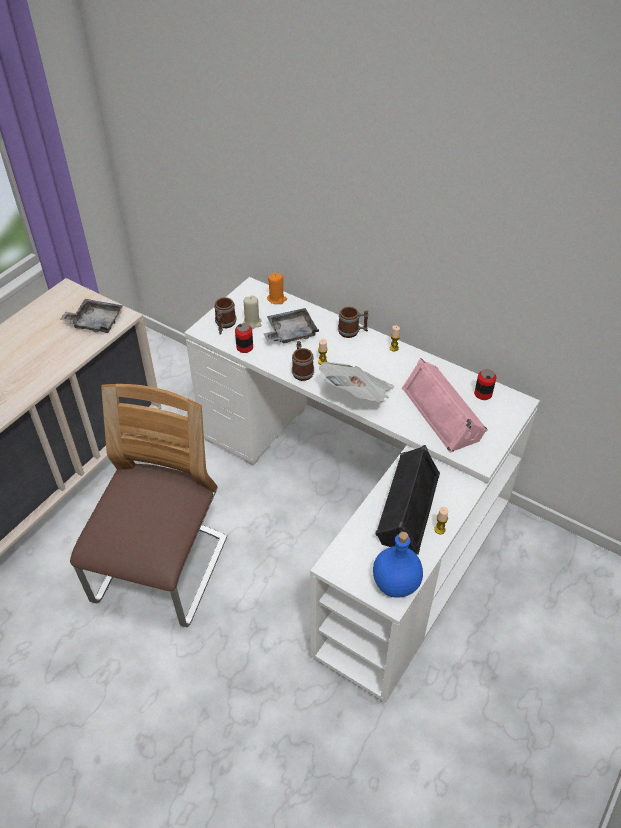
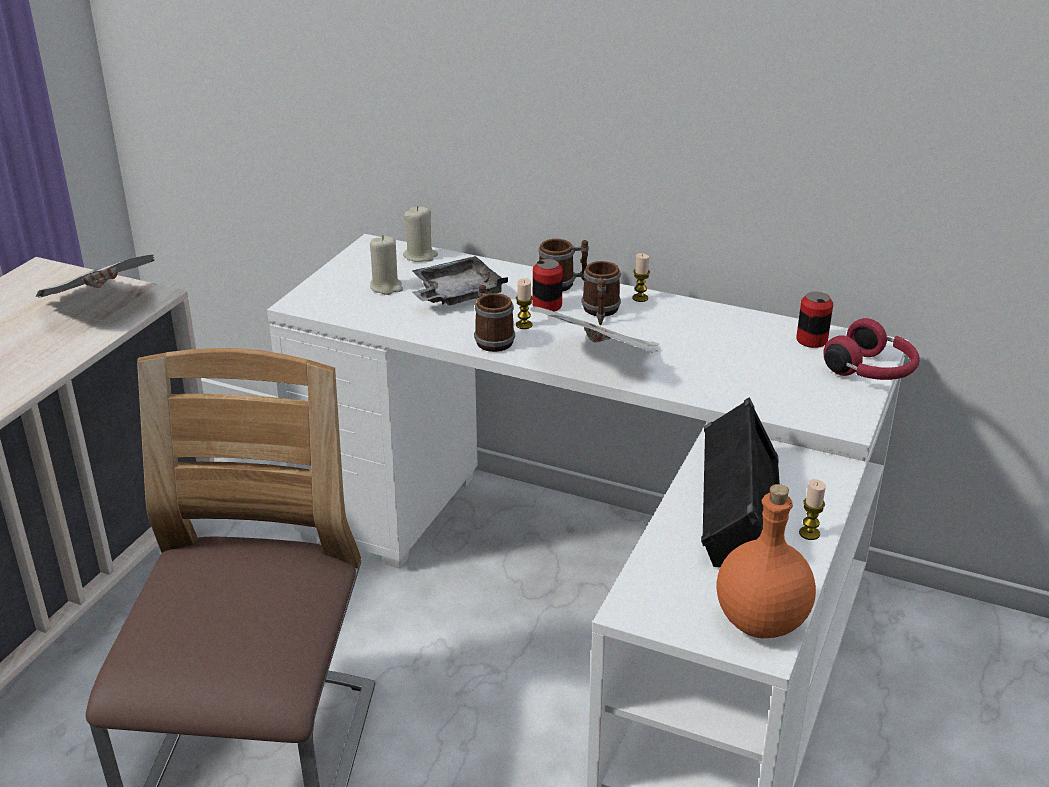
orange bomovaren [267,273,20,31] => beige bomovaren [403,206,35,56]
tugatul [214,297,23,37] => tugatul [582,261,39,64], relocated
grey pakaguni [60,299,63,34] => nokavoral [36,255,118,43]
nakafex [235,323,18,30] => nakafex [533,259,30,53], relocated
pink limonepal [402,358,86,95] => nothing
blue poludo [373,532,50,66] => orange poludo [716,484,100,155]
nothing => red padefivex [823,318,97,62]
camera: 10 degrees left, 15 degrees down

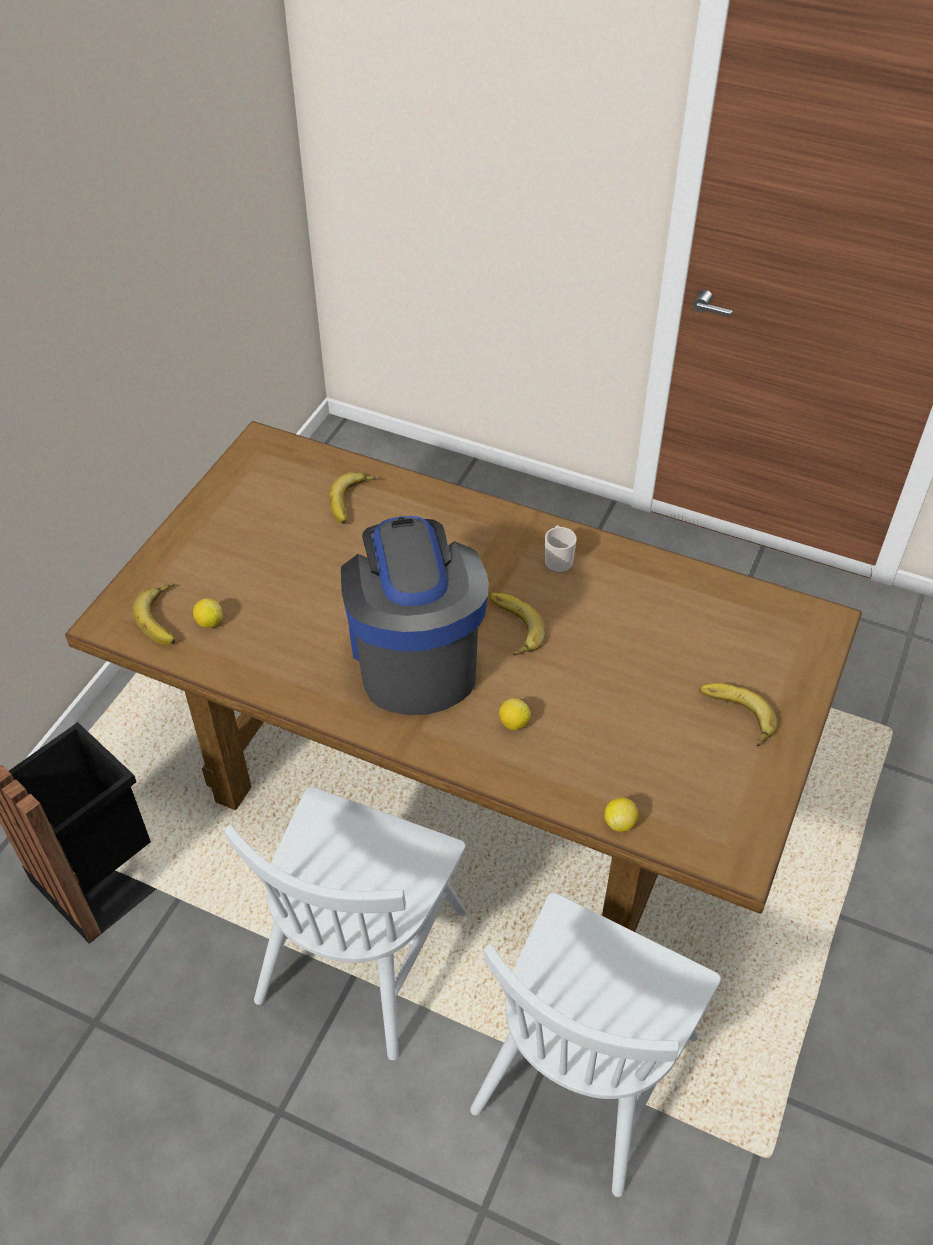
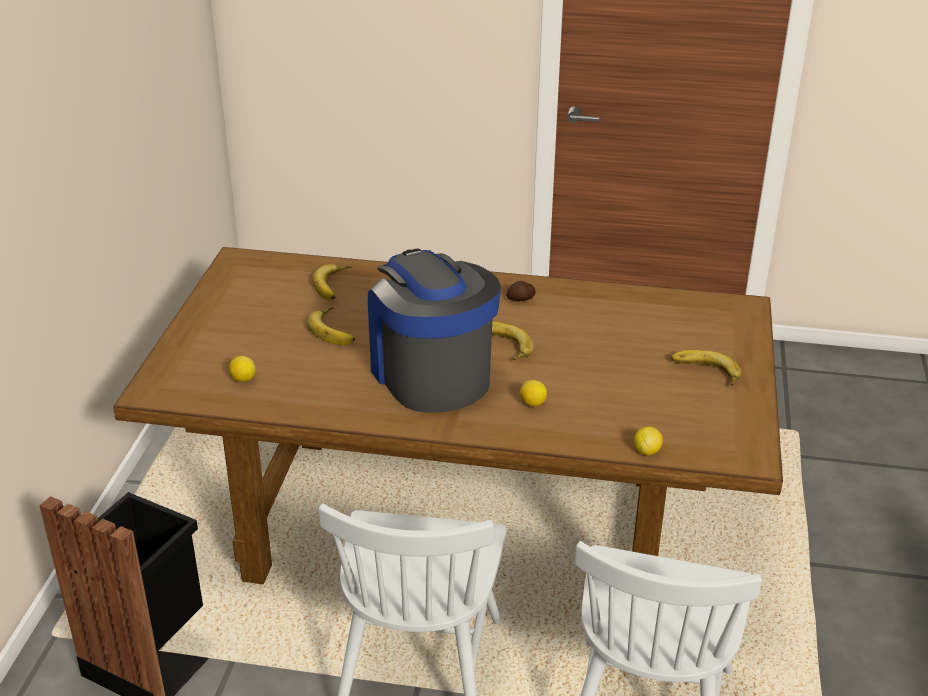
tugatul [545,525,32,48] => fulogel [506,281,30,20]
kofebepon [133,584,43,61] => kofebepon [307,307,48,38], relocated
camera: 15 degrees left, 15 degrees down

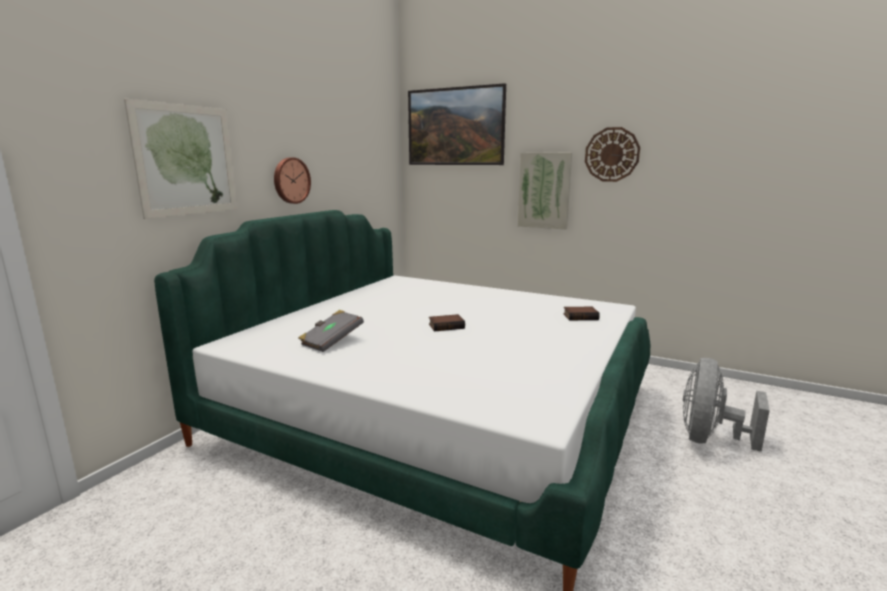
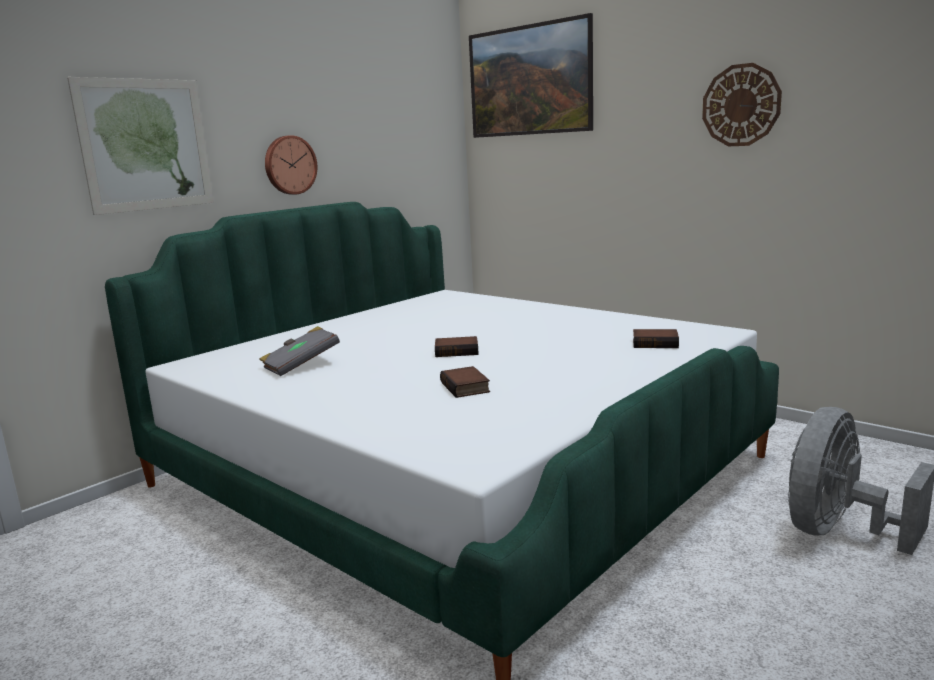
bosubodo [518,153,54,76] => nothing
nothing => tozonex [440,366,50,32]
camera: 15 degrees right, 0 degrees up

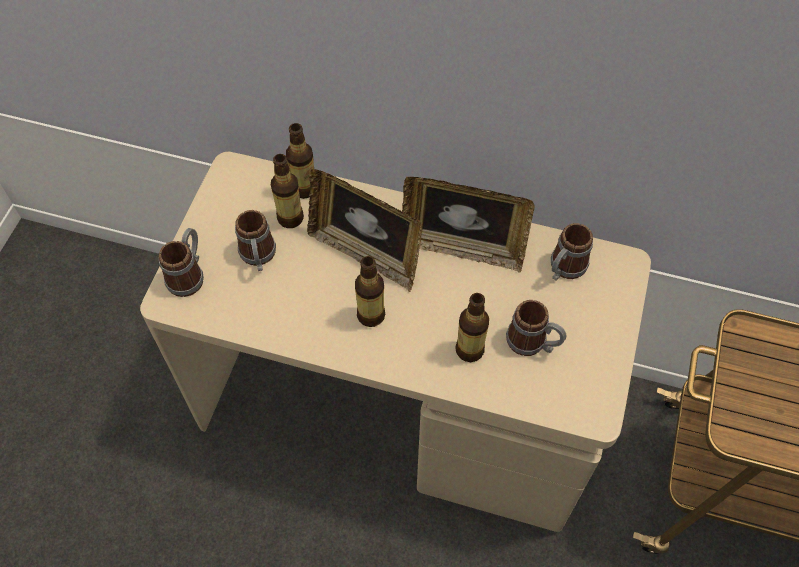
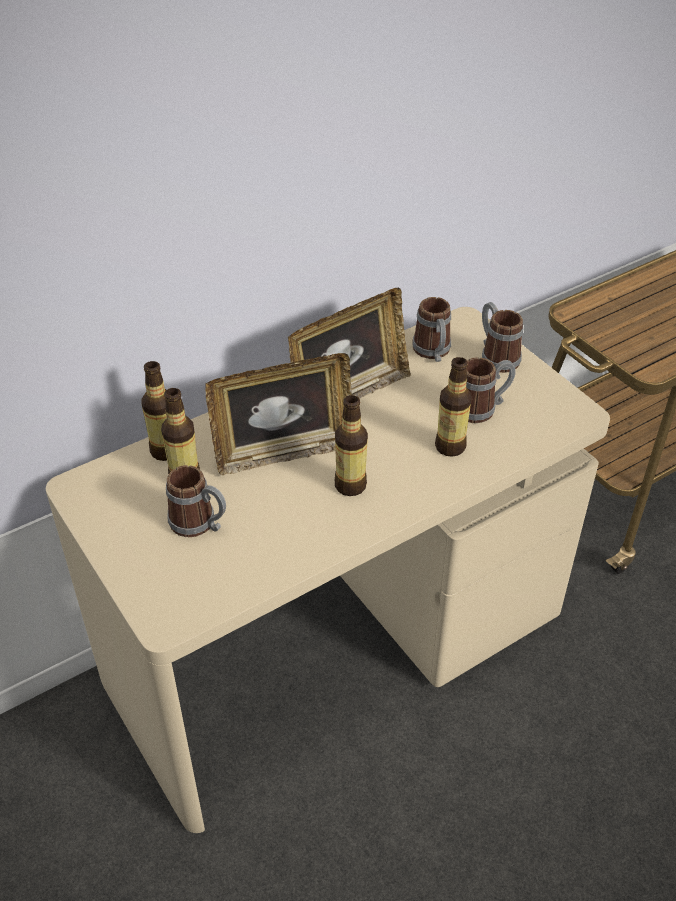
tugatul [159,228,45,69] => tugatul [482,302,41,71], relocated
camera: 50 degrees left, 15 degrees down

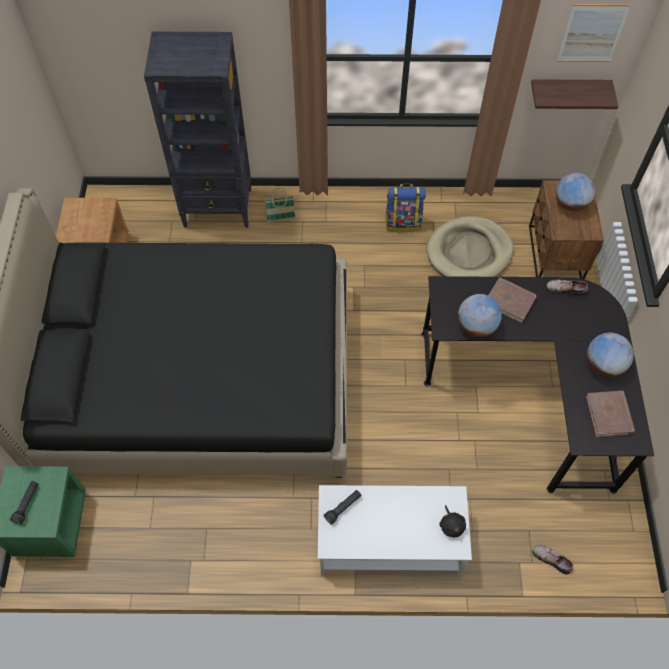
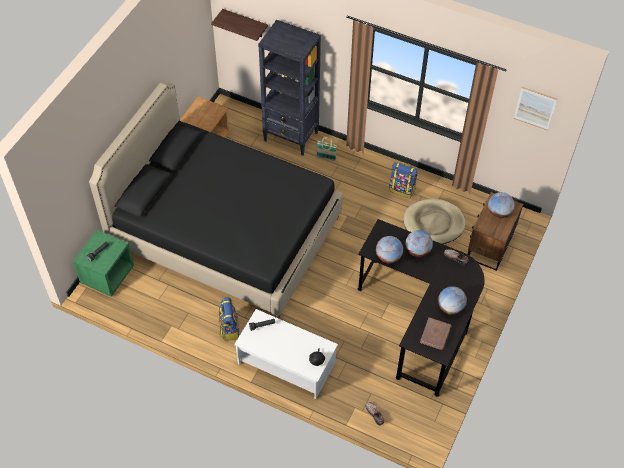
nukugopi [531,79,87,30] => nukugopi [211,9,57,32], relocated
brown tozonex [488,277,48,46] => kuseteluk [405,230,28,27]
nothing => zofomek [219,297,21,44]
camera: 25 degrees right, 5 degrees down

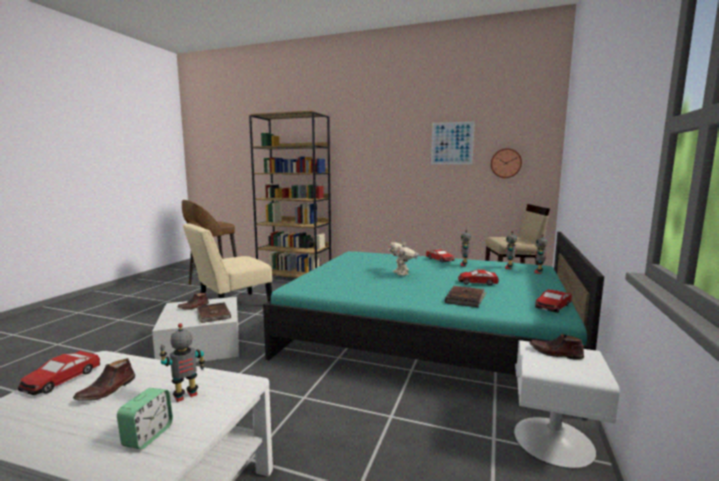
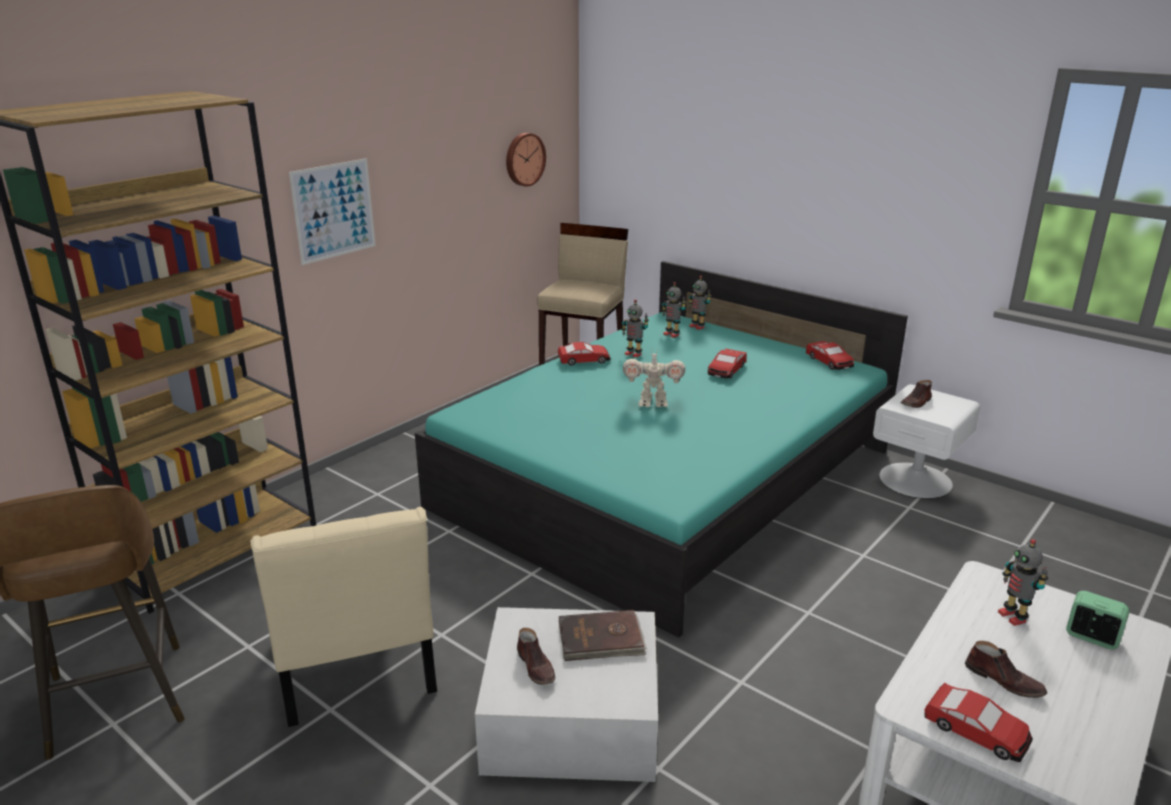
bosubodo [431,121,44,43] => bosubodo [289,159,87,106], relocated
brown tozonex [445,286,41,21] => nothing
camera: 70 degrees left, 15 degrees up

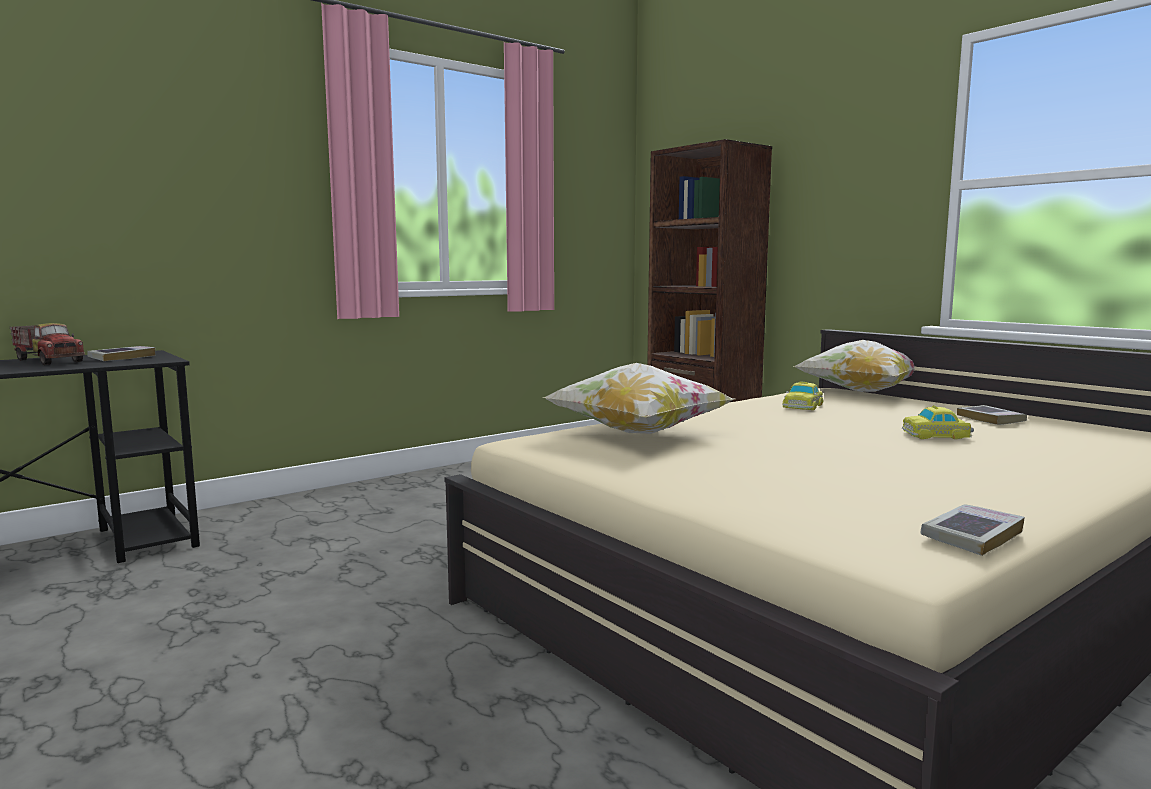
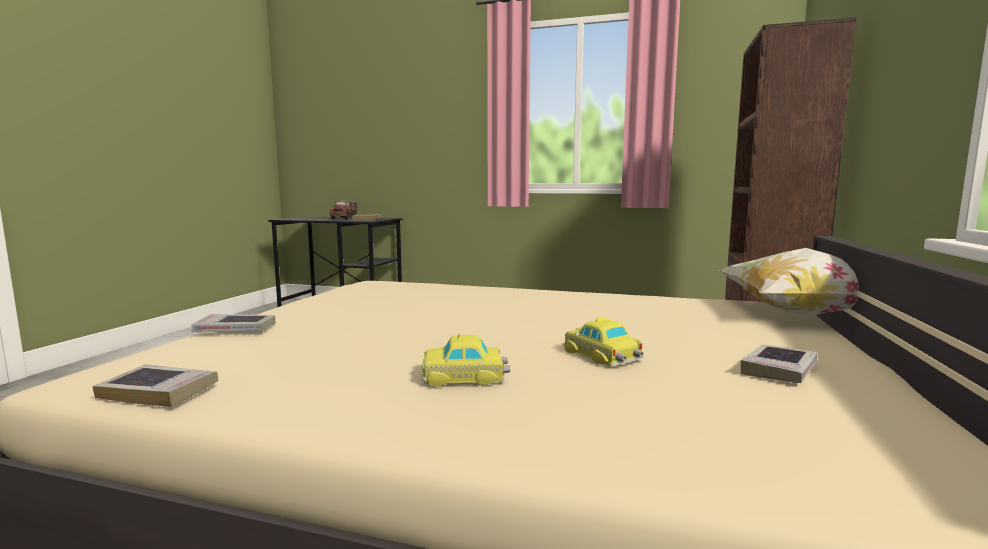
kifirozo [542,363,192,71] => nothing
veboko [783,381,41,29] => veboko [421,334,89,53], relocated
nothing => tozonex [191,314,84,18]
camera: 55 degrees right, 0 degrees up

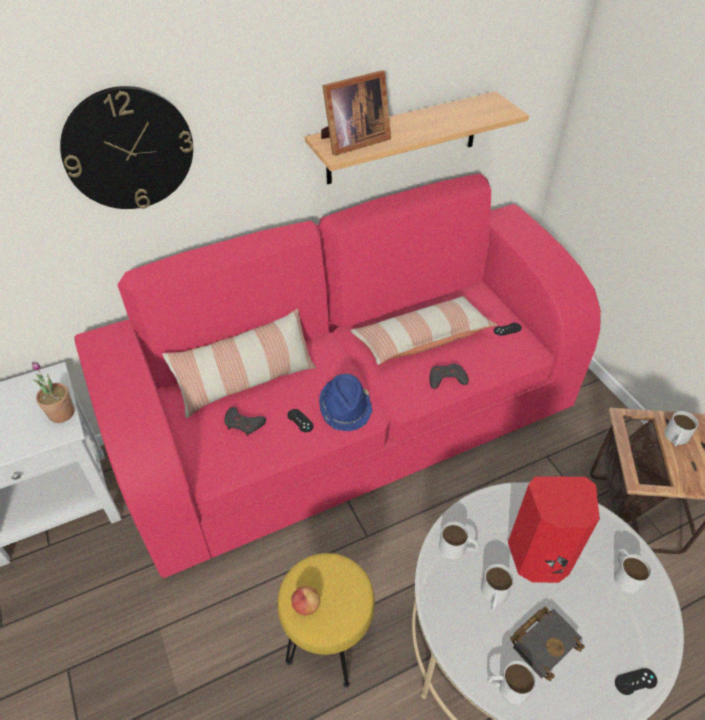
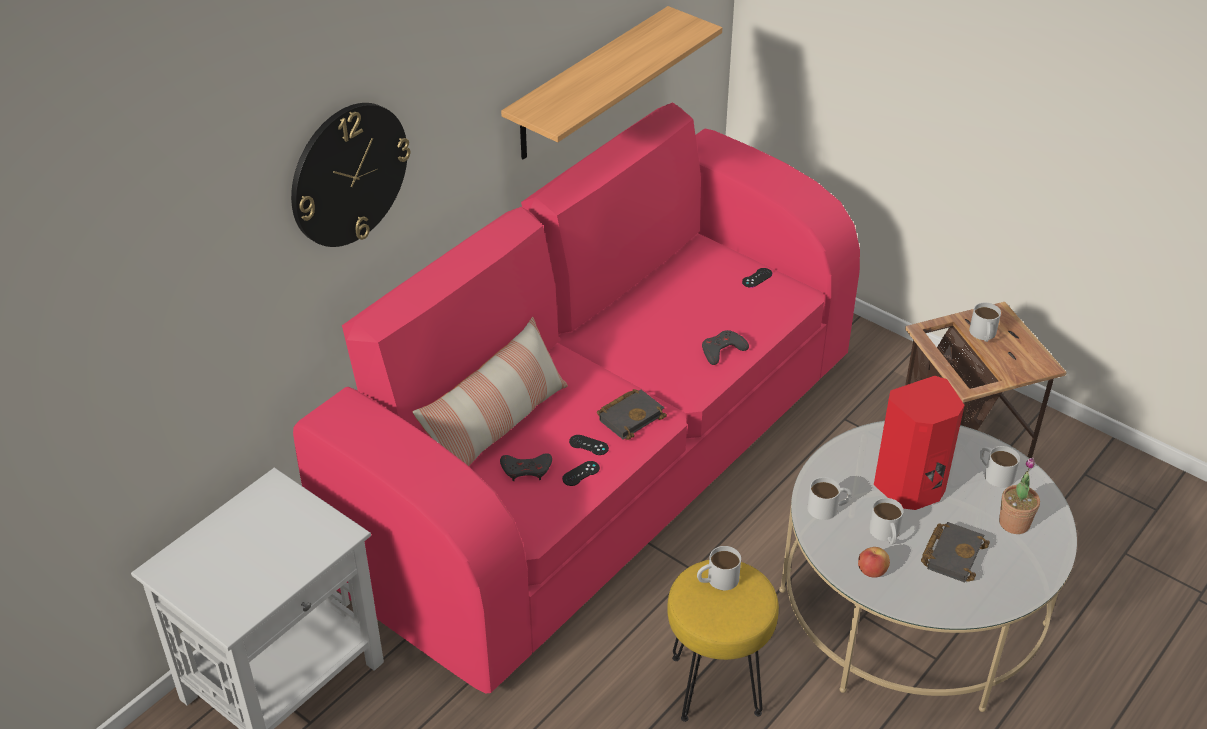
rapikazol [321,70,70,86] => nothing
kifirozo [350,296,147,69] => nothing
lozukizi [32,361,42,62] => lozukizi [999,457,41,77], relocated
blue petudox [319,374,54,57] => black tozonex [597,389,70,51]
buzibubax [291,586,29,29] => buzibubax [858,547,32,31], relocated
white tugatul [487,661,49,43] => white tugatul [697,546,44,44], relocated
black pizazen [615,668,42,27] => black pizazen [562,461,38,25], relocated
camera: 25 degrees left, 5 degrees down

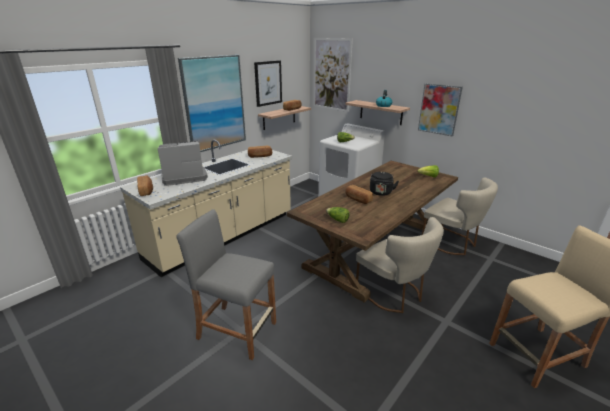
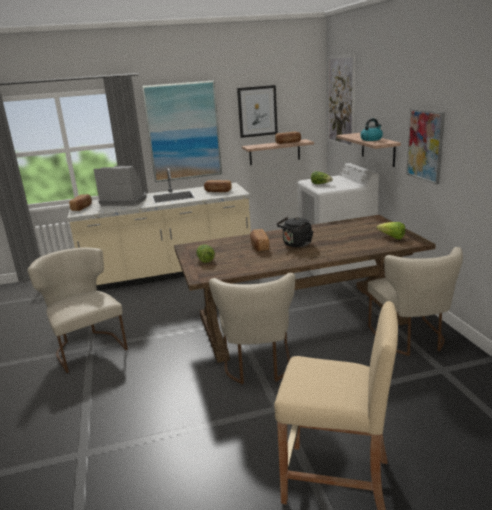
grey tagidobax [176,209,100,151] => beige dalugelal [27,247,101,126]
camera: 35 degrees right, 5 degrees down

